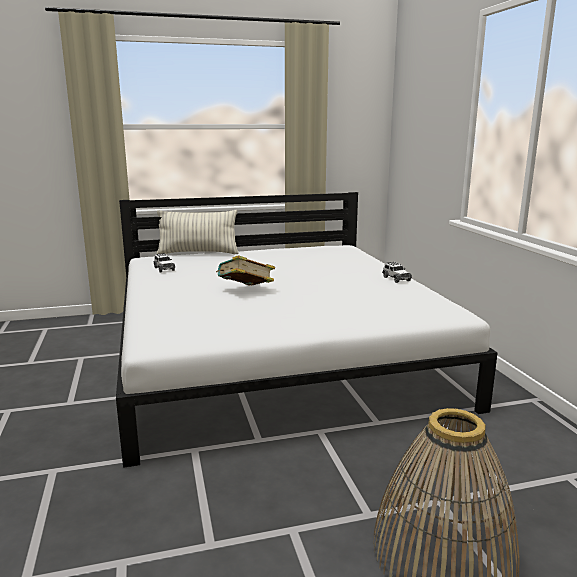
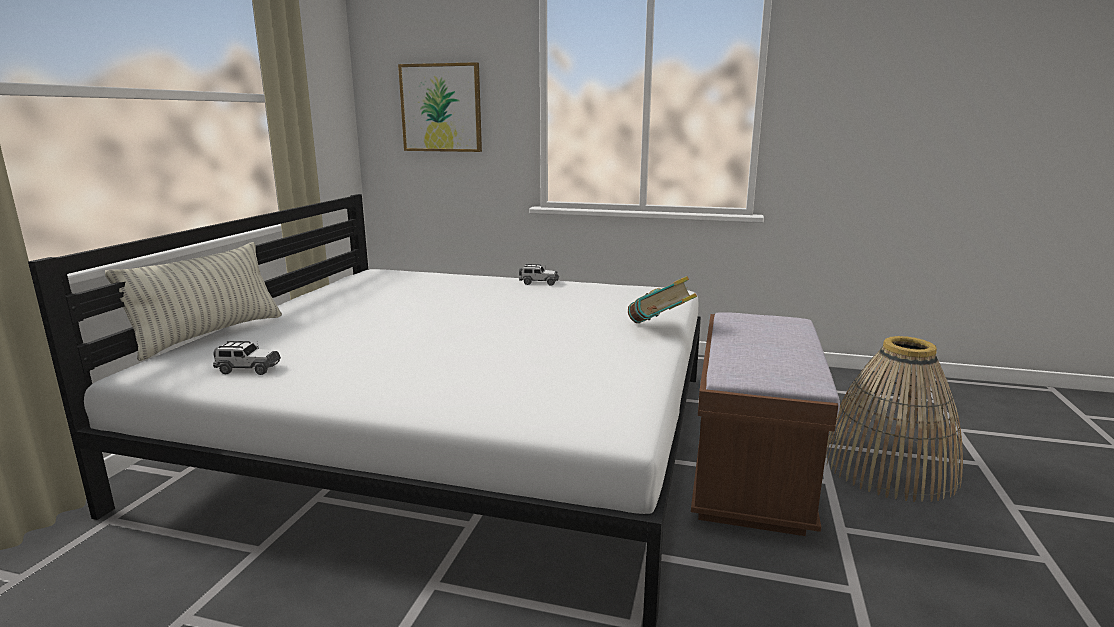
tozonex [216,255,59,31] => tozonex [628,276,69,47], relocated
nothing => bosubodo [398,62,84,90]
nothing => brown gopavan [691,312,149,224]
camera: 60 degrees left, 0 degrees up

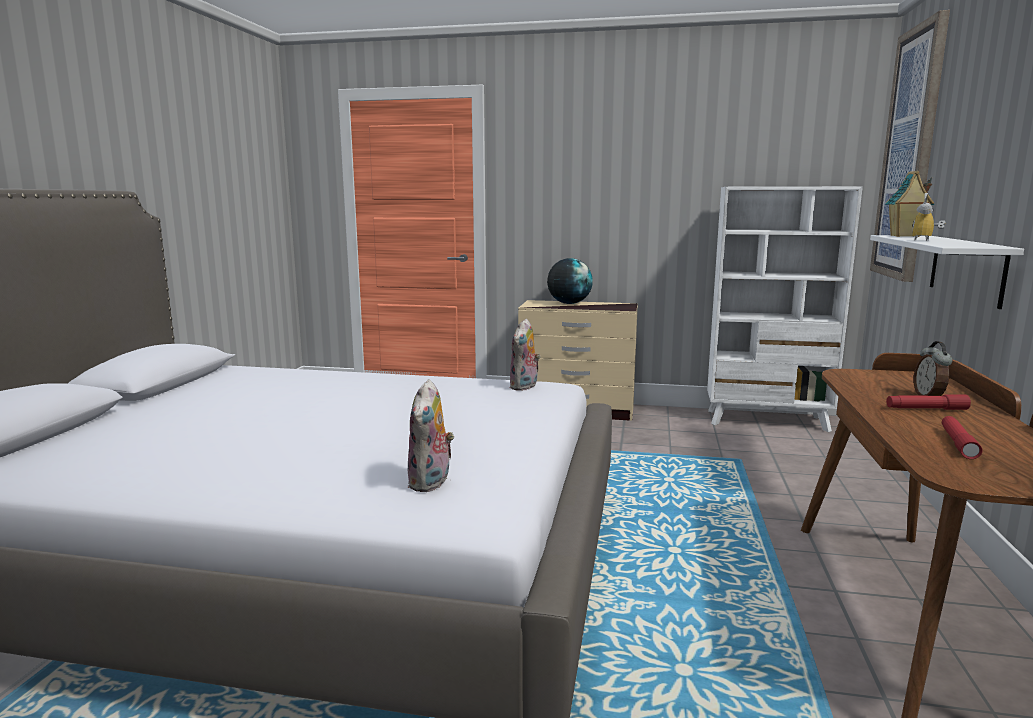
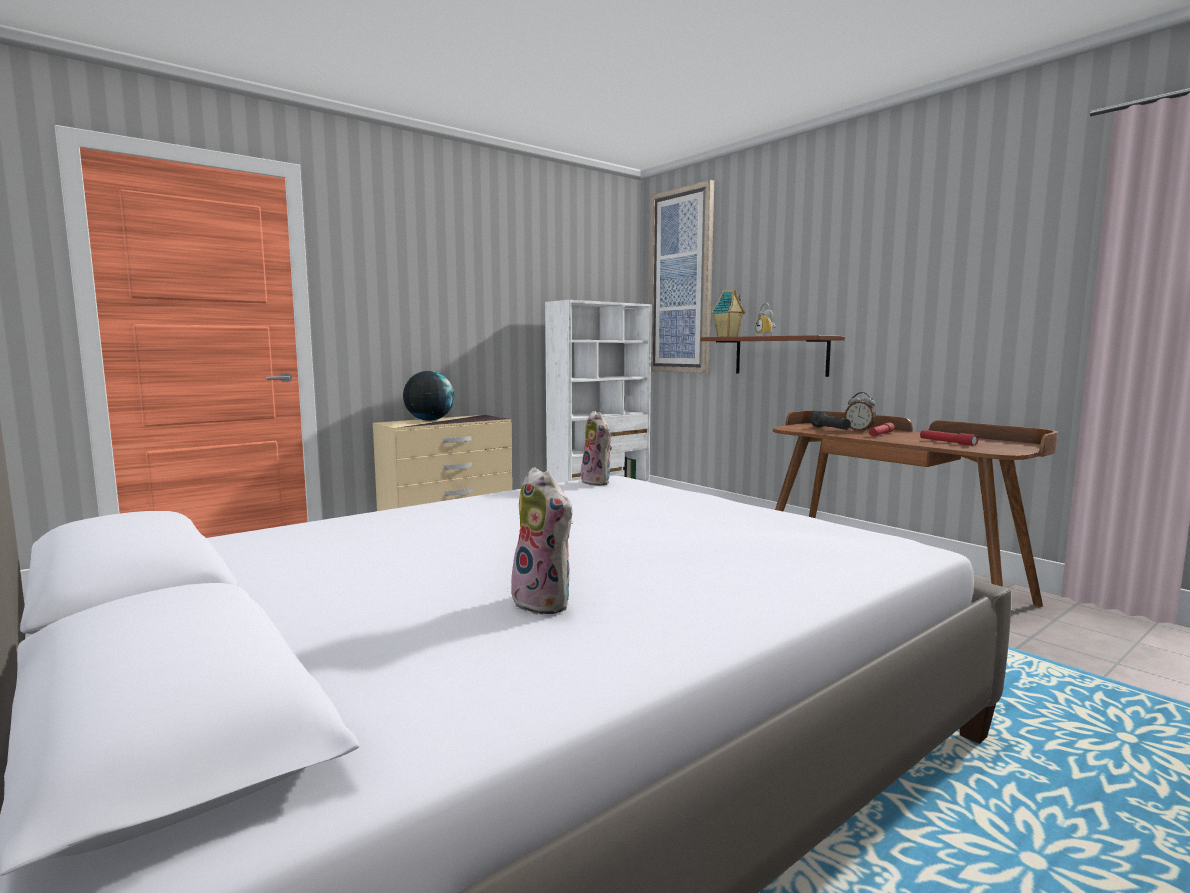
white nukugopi [870,235,154,74] => brown nukugopi [700,335,145,42]
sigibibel [408,379,46,113] => sigibibel [511,467,63,148], relocated
nothing => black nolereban [810,411,41,19]
camera: 50 degrees left, 5 degrees down

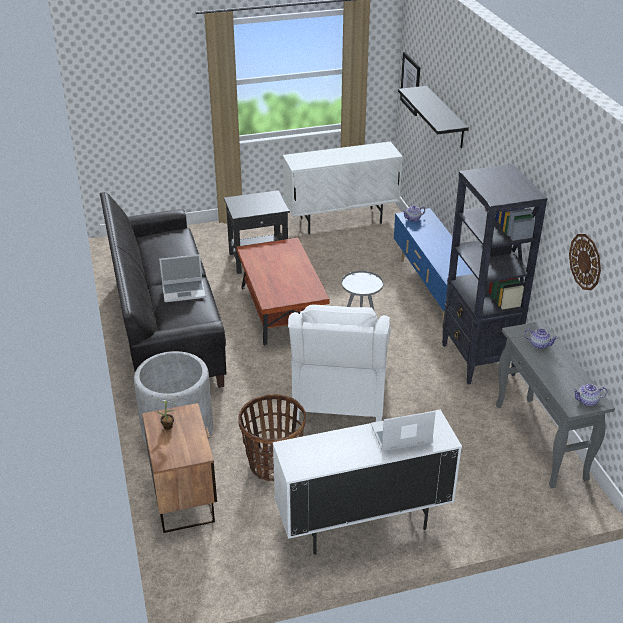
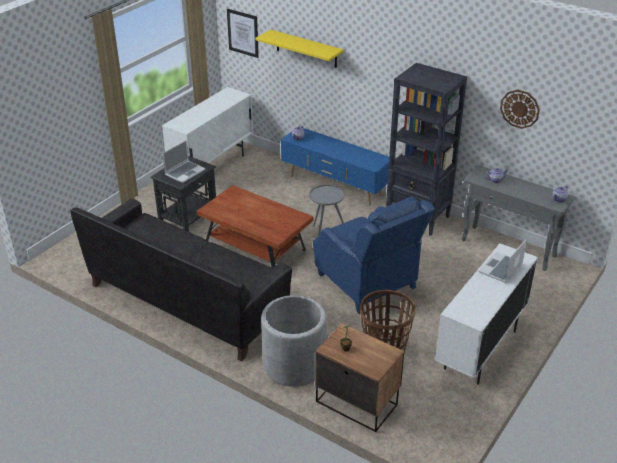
black nukugopi [398,86,71,62] => yellow nukugopi [255,30,89,38]
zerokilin [159,254,47,48] => zerokilin [163,140,43,43], relocated
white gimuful [288,305,103,117] => blue gimuful [313,196,122,118]
camera: 40 degrees left, 0 degrees up

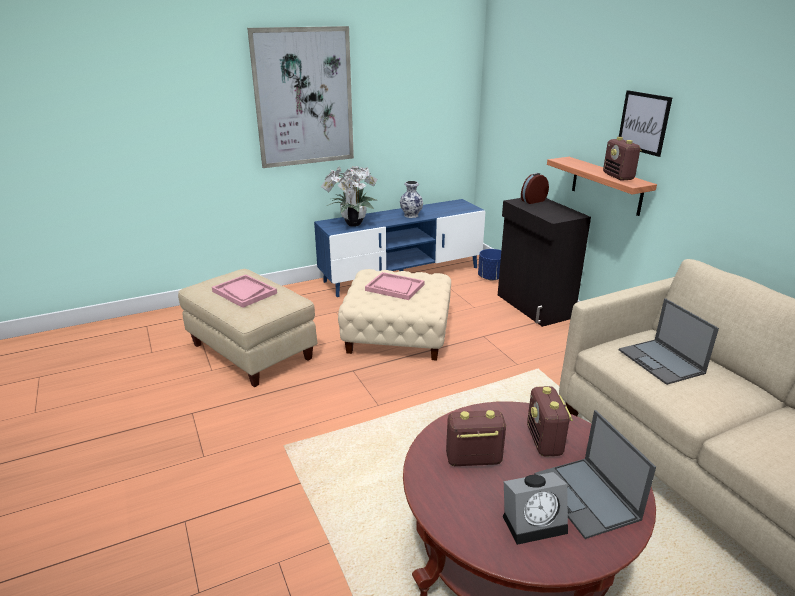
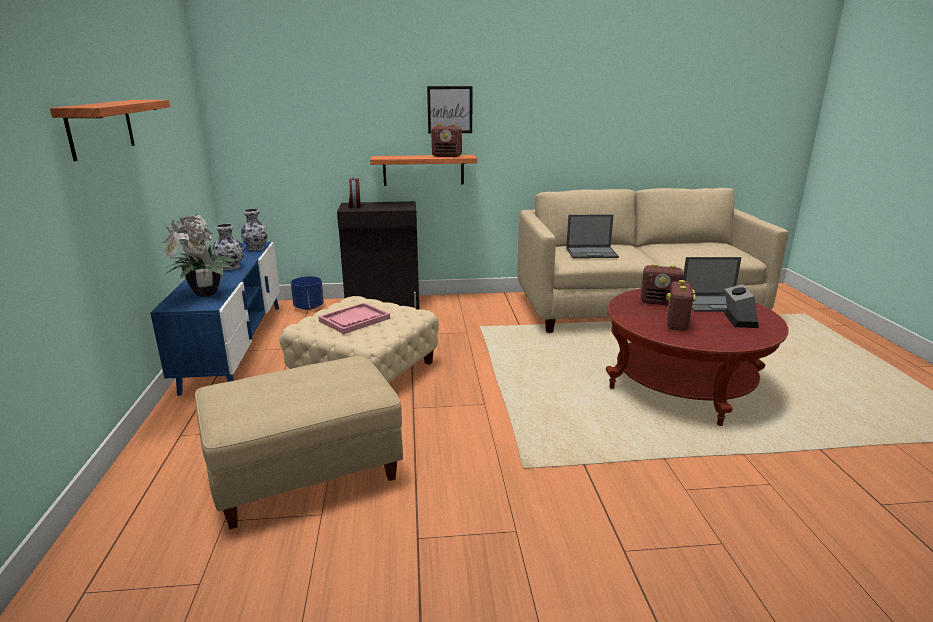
bosubodo [247,26,107,142] => nukugopi [50,100,120,61]
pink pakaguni [212,275,65,33] => nothing
nothing => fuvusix [241,209,27,42]
camera: 70 degrees left, 5 degrees down

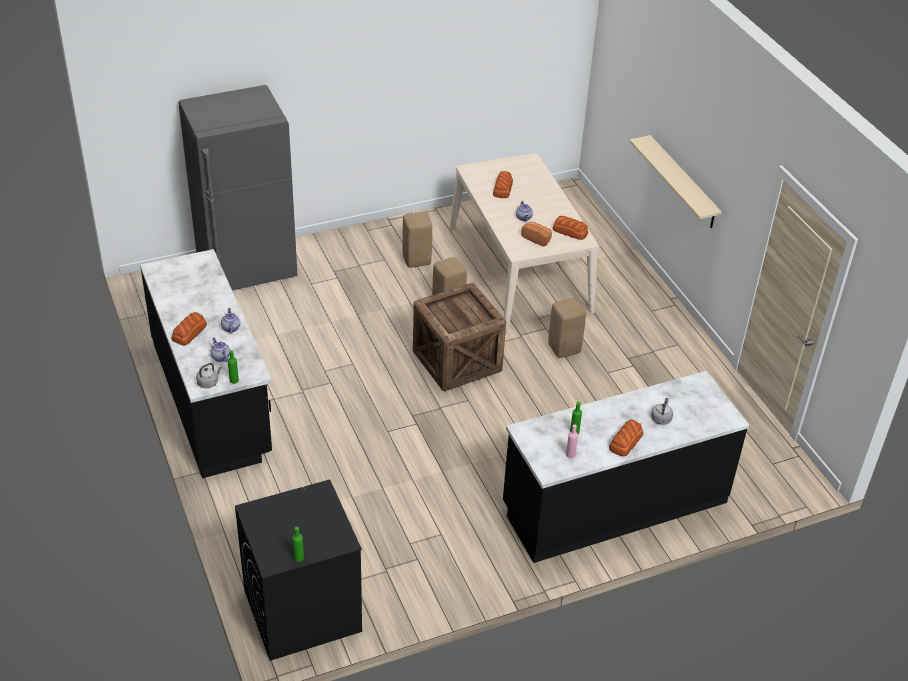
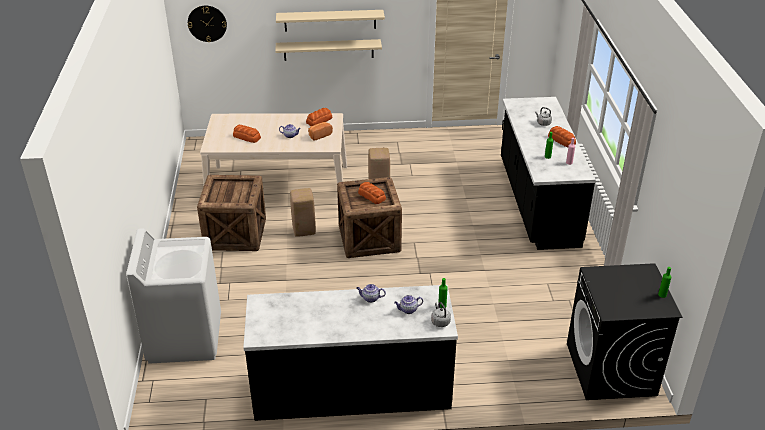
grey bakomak [178,85,120,205] => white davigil [126,228,95,136]
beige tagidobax [402,212,30,56] => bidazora [197,175,69,76]
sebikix [172,312,35,33] => sebikix [358,182,28,22], relocated
nothing => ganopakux [188,6,39,36]
nothing => beige nukugopi [276,10,109,22]
camera: 70 degrees left, 5 degrees down

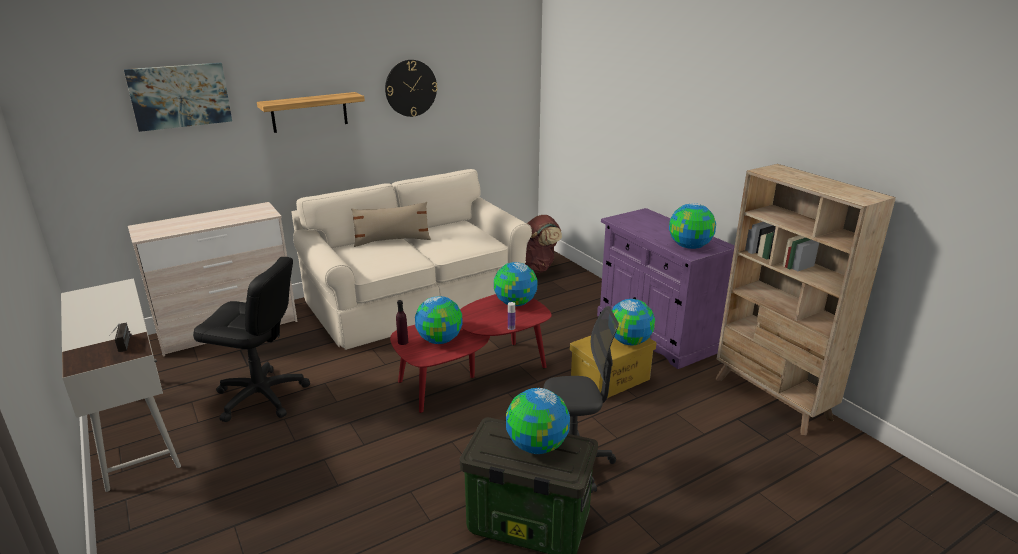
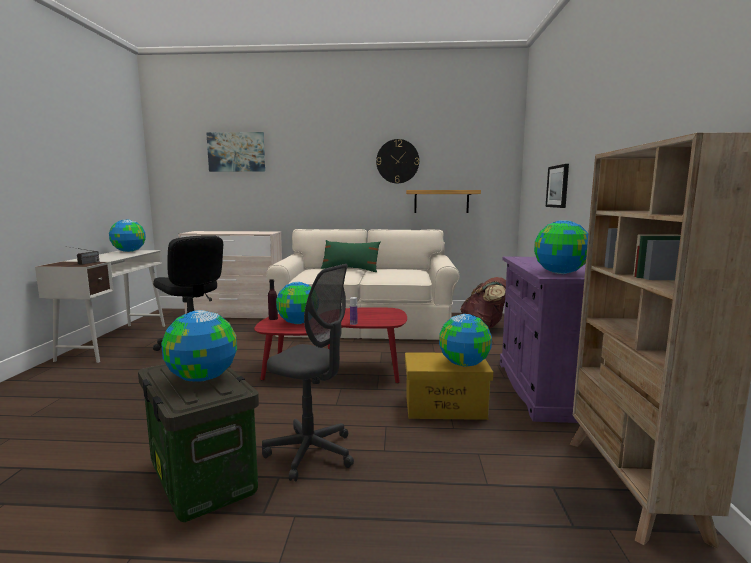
nukugopi [257,92,108,41] => nukugopi [406,190,75,23], relocated
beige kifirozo [351,202,80,45] => green kifirozo [321,240,60,32]
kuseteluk [494,262,43,44] => kuseteluk [109,220,37,32], relocated
nothing => bosubodo [546,164,23,44]
camera: 35 degrees right, 15 degrees down

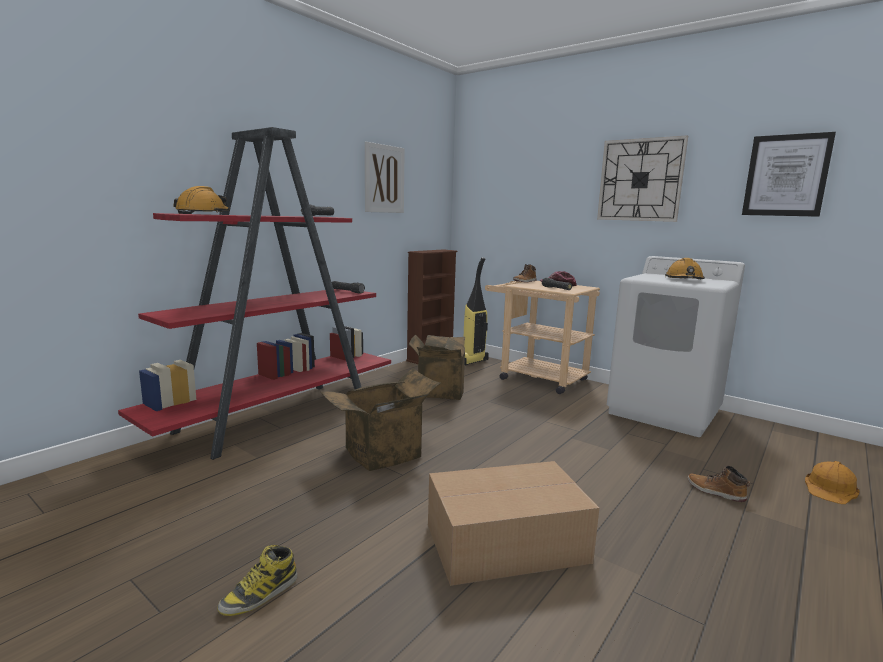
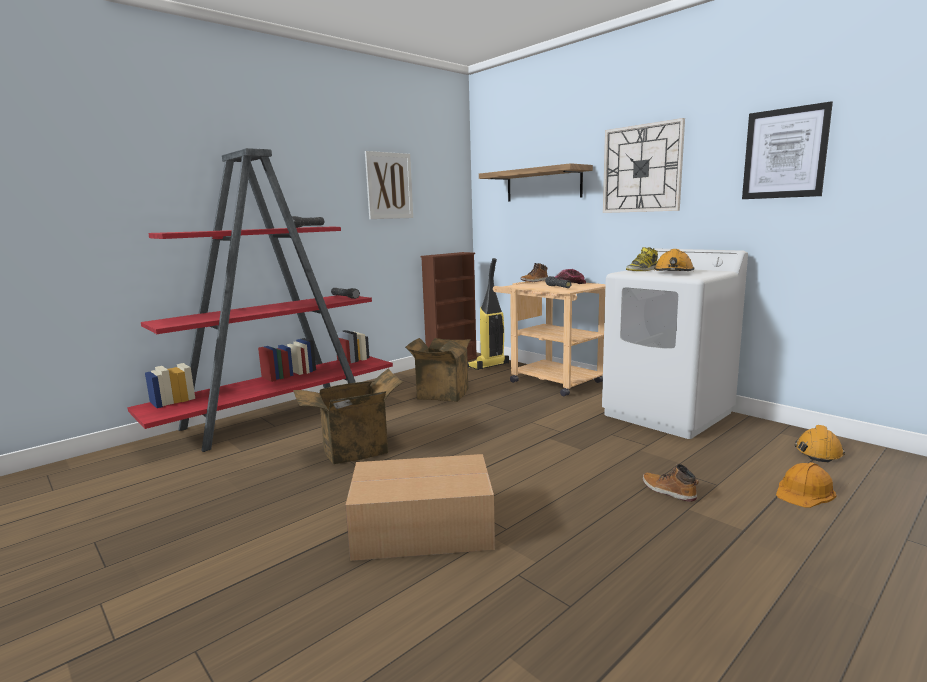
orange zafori [173,186,57,28] => orange zafori [795,425,50,37], relocated
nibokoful [217,545,80,71] => nibokoful [626,247,32,24], relocated
nothing => nukugopi [479,163,114,39]
camera: 10 degrees right, 0 degrees up

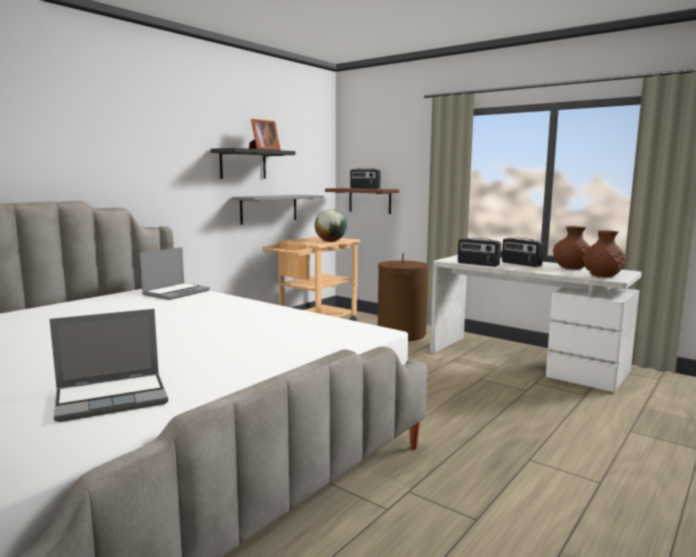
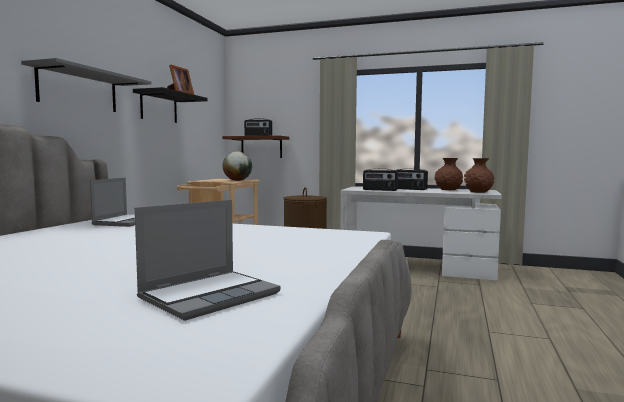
grey nukugopi [232,195,92,30] => grey nukugopi [21,58,130,54], relocated
camera: 20 degrees left, 5 degrees down

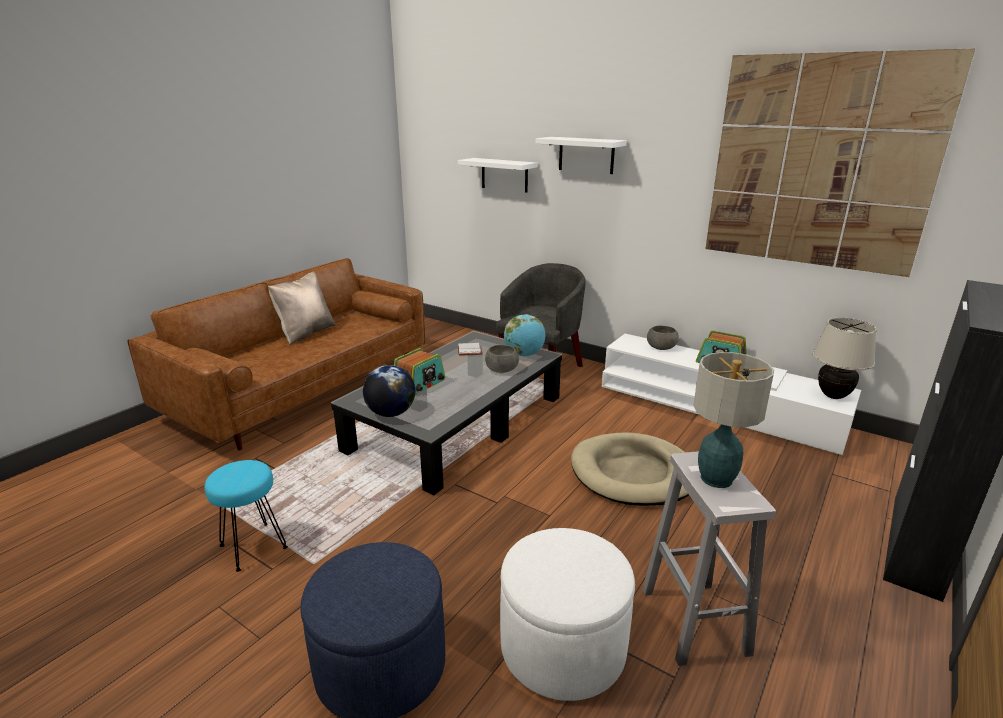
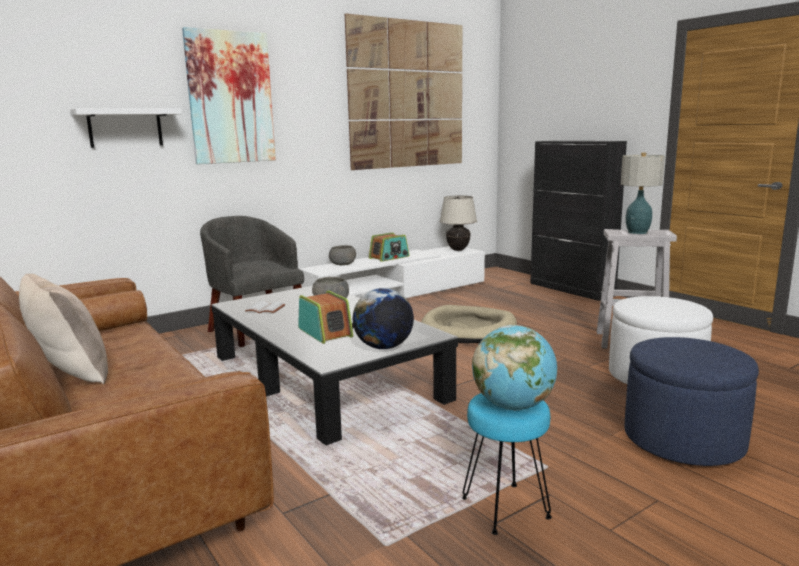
white nukugopi [535,137,92,37] => bosubodo [182,27,94,137]
kuseteluk [504,314,41,42] => kuseteluk [472,325,85,85], relocated
camera: 70 degrees left, 10 degrees down

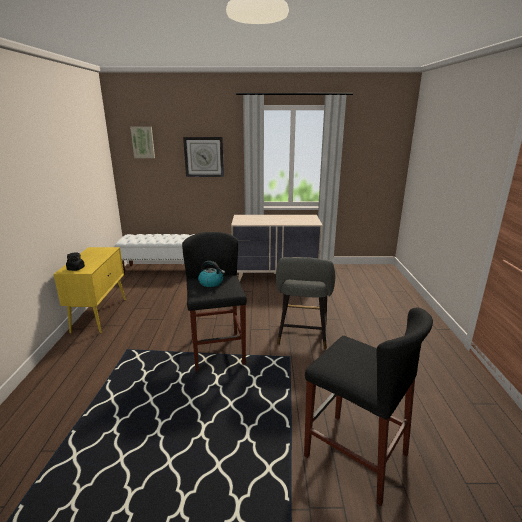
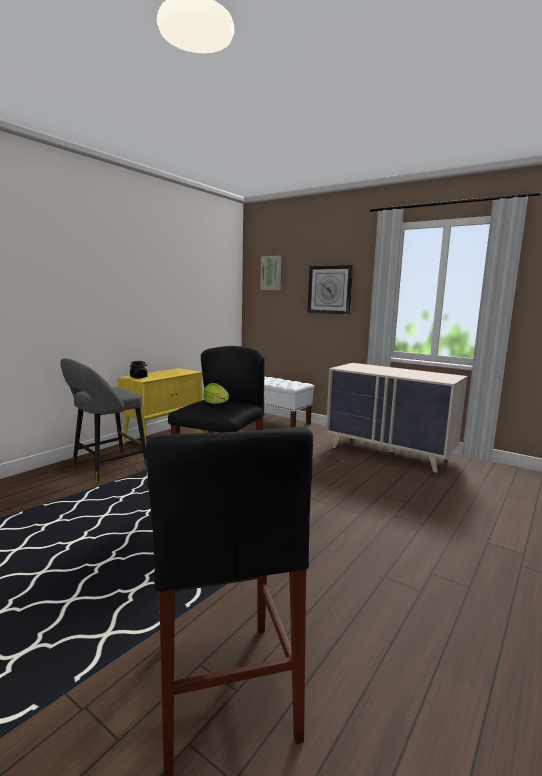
grey tagidobax [276,257,59,92] => grey tagidobax [60,358,87,124], relocated
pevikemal [198,261,27,26] => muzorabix [203,383,26,21]
camera: 35 degrees right, 10 degrees down

